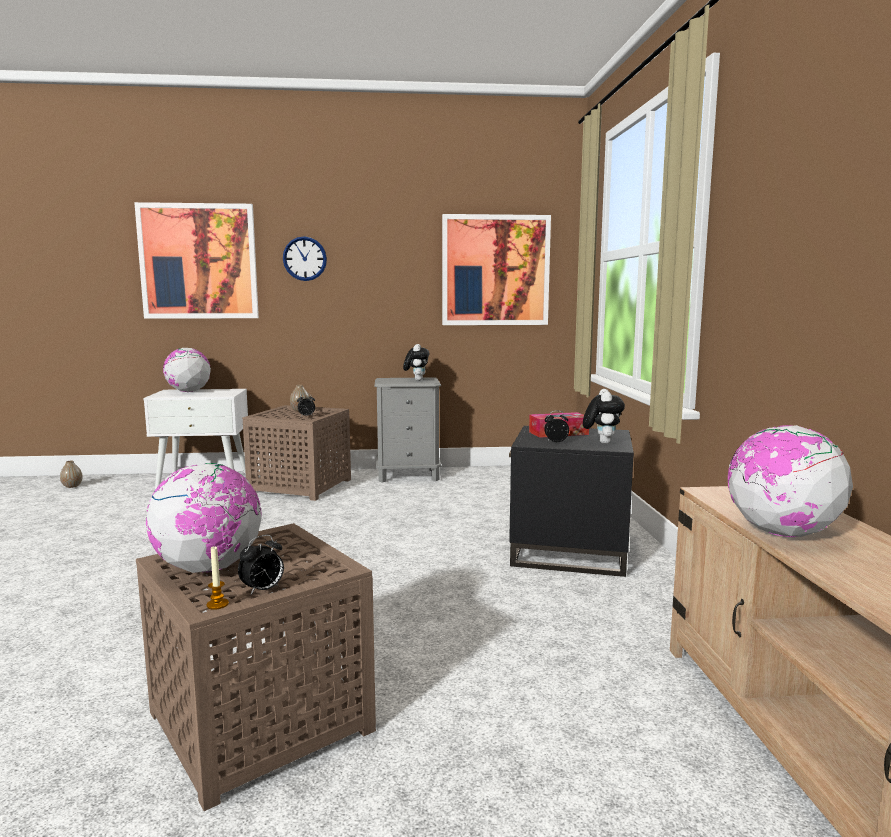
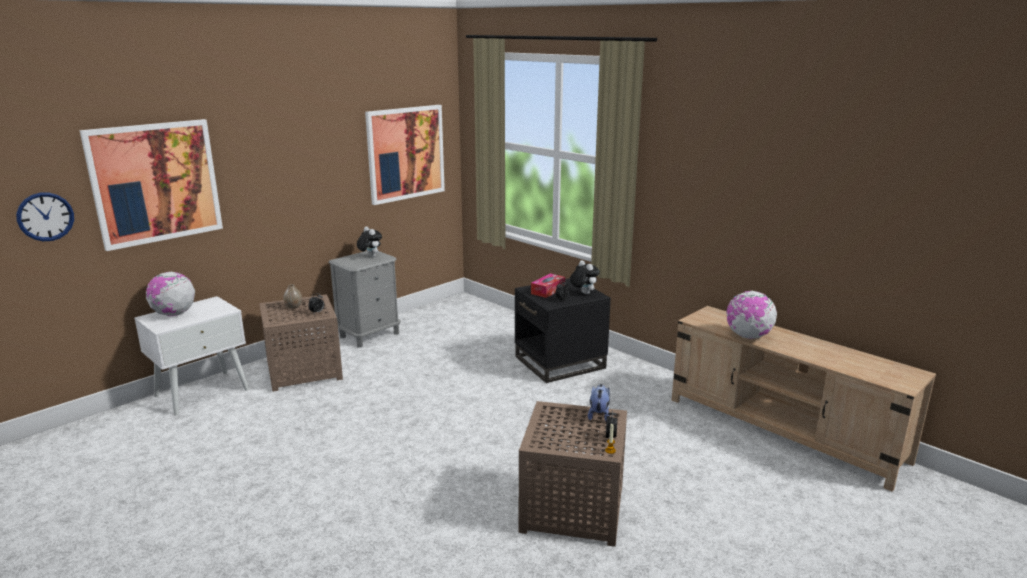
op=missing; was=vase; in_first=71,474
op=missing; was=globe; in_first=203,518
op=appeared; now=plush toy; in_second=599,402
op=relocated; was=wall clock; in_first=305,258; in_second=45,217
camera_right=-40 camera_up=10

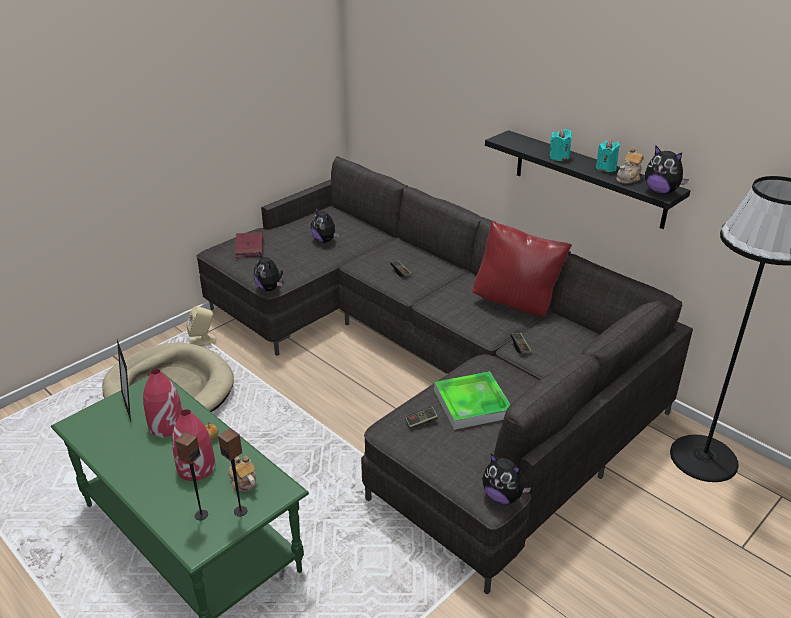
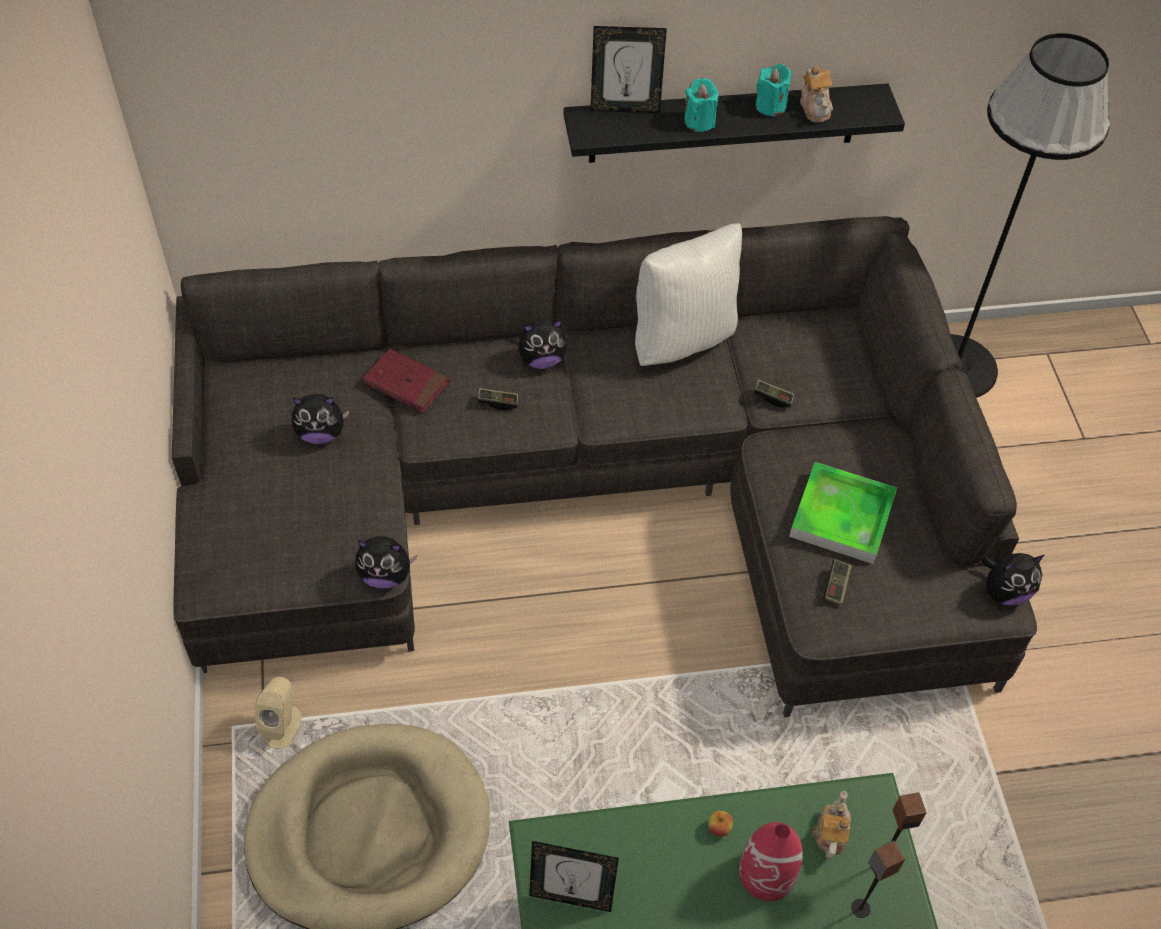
op=missing; was=red vase; in_first=163,403
op=appeared; now=picture frame; in_second=628,69
op=relocated; was=red book; in_first=249,245; in_second=406,381
op=relocated; was=plush toy; in_first=667,170; in_second=543,344
op=colour; was=red pillow; now=white pillow; in_first=522,269; in_second=688,294
op=spun; was=teapot; in_first=242,474; in_second=832,825; clockwise=105
camera_right=-55 camera_up=20

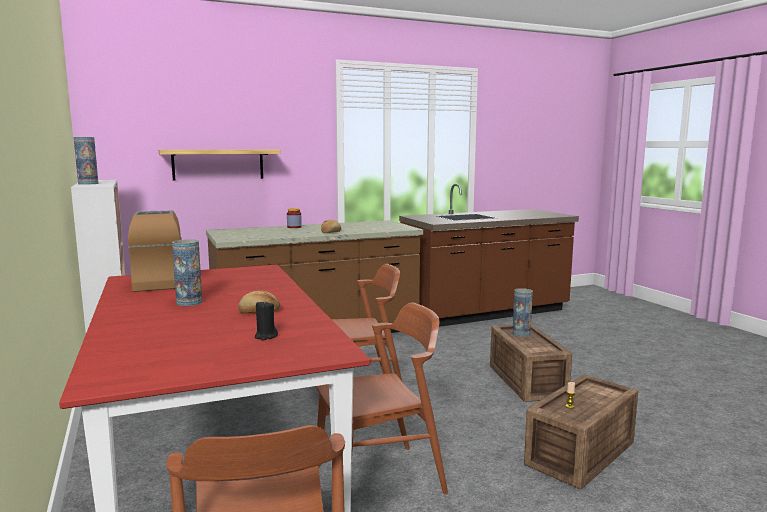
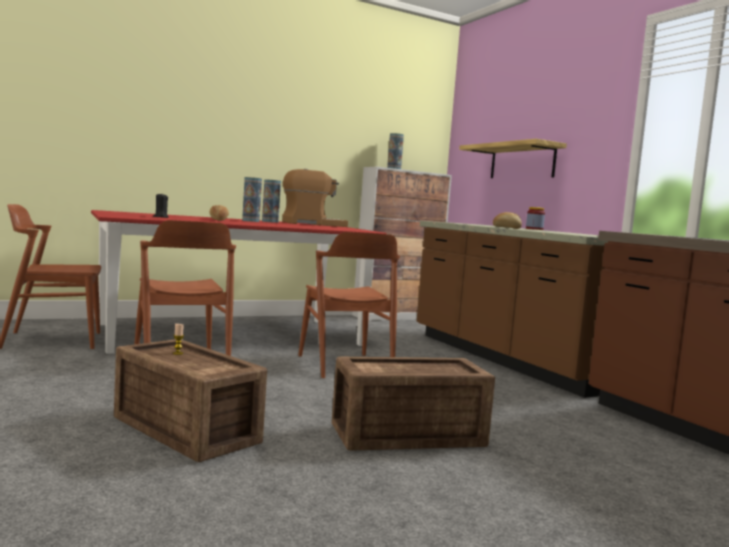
op=relocated; was=vase; in_first=522,312; in_second=271,201
camera_right=85 camera_up=-5

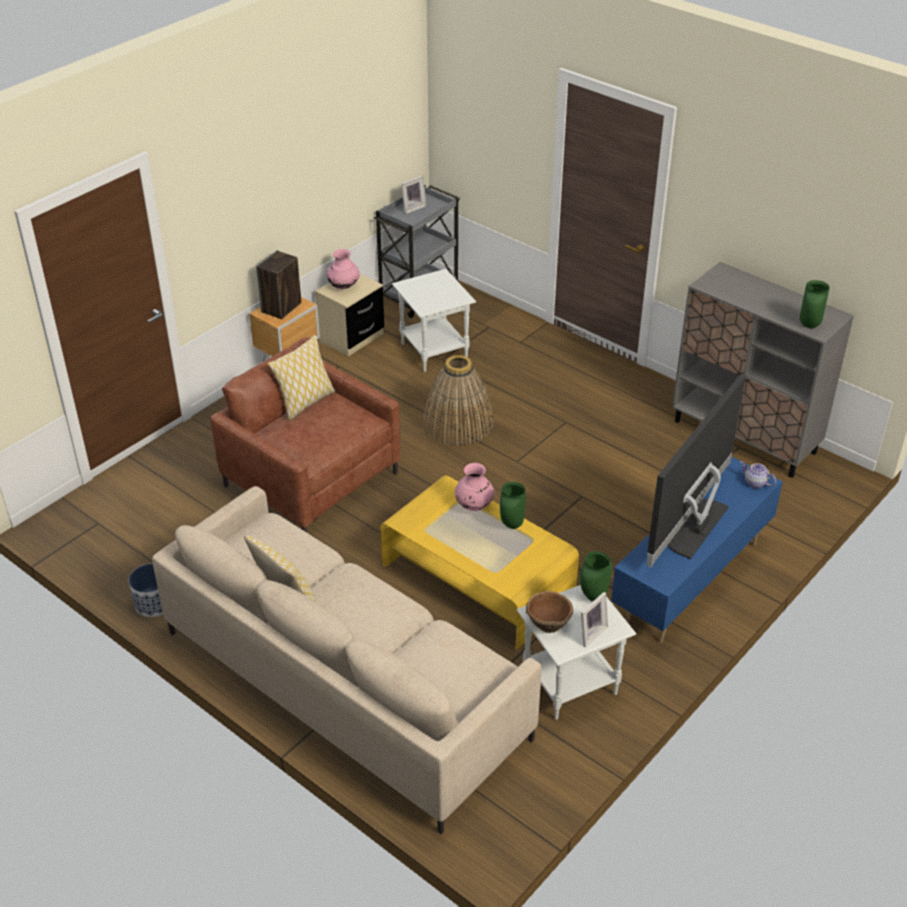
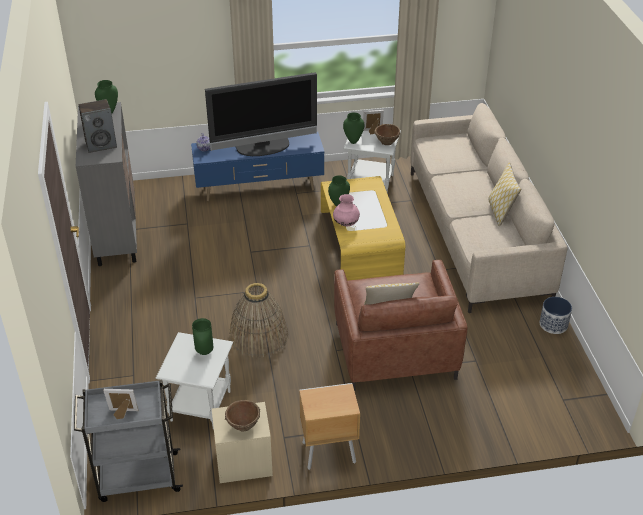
op=appeared; now=green vase; in_second=202,336
op=relocated; was=speaker; in_first=278,284; in_second=97,126
op=exchanged; was=pink vase; now=brown bowl; in_first=343,269; in_second=242,416
camera_right=-140 camera_up=0

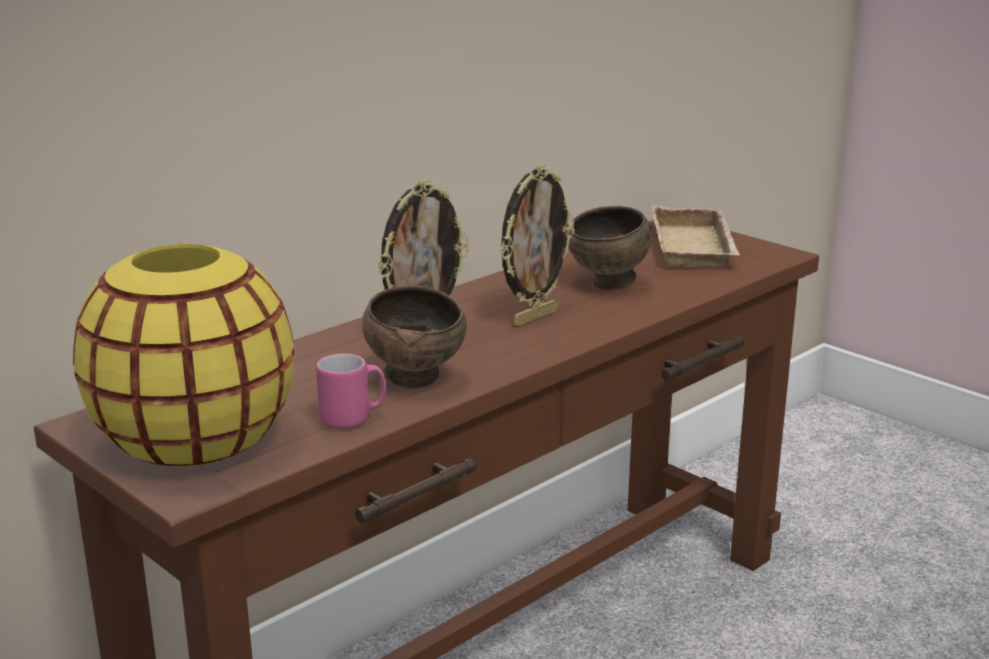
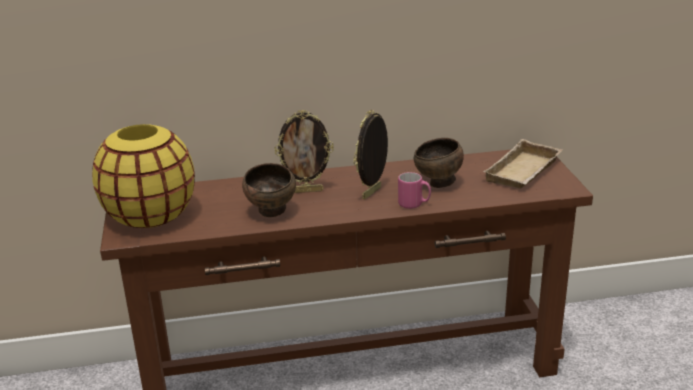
op=relocated; was=pink mug; in_first=351,391; in_second=414,190
op=spun; was=picture frame; in_first=537,245; in_second=370,155; clockwise=135
camera_right=35 camera_up=5

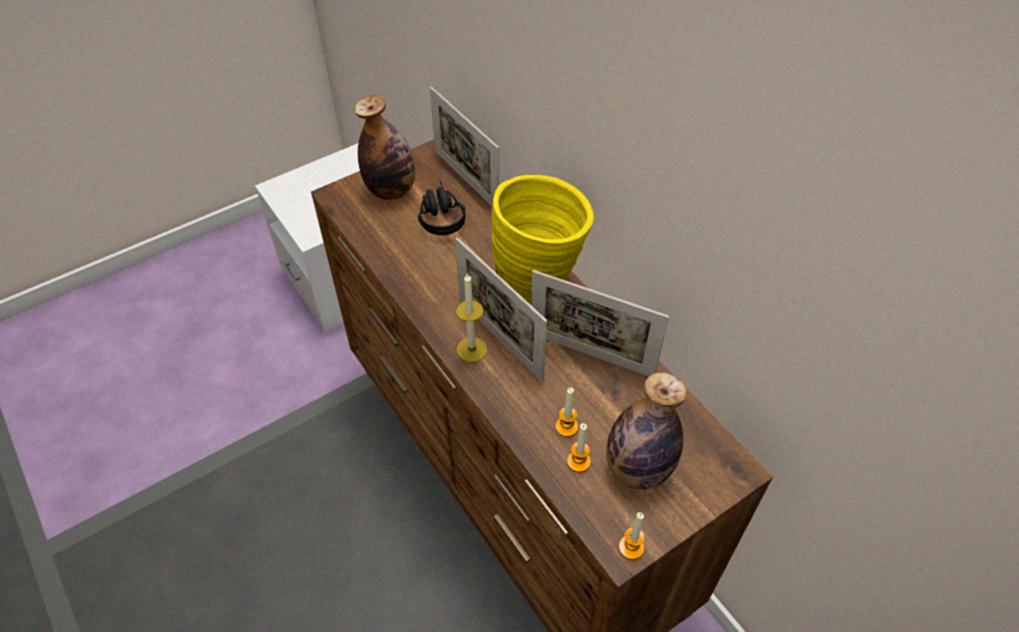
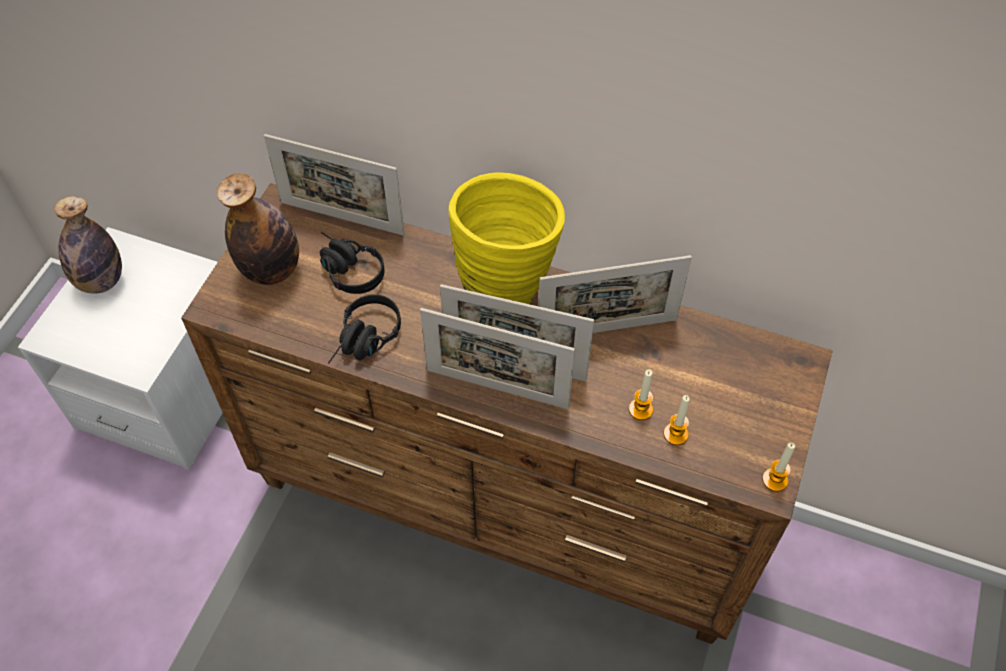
op=appeared; now=black headphones; in_second=364,329
op=relocated; was=bottle; in_first=646,431; in_second=88,245
op=exchanged; was=candle; now=picture frame; in_first=471,317; in_second=497,358
camera_right=-35 camera_up=5

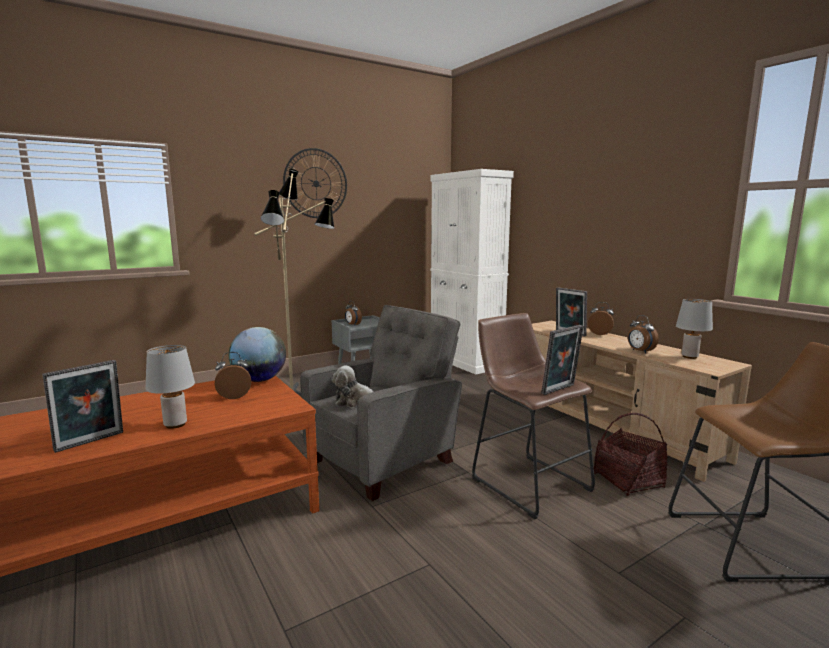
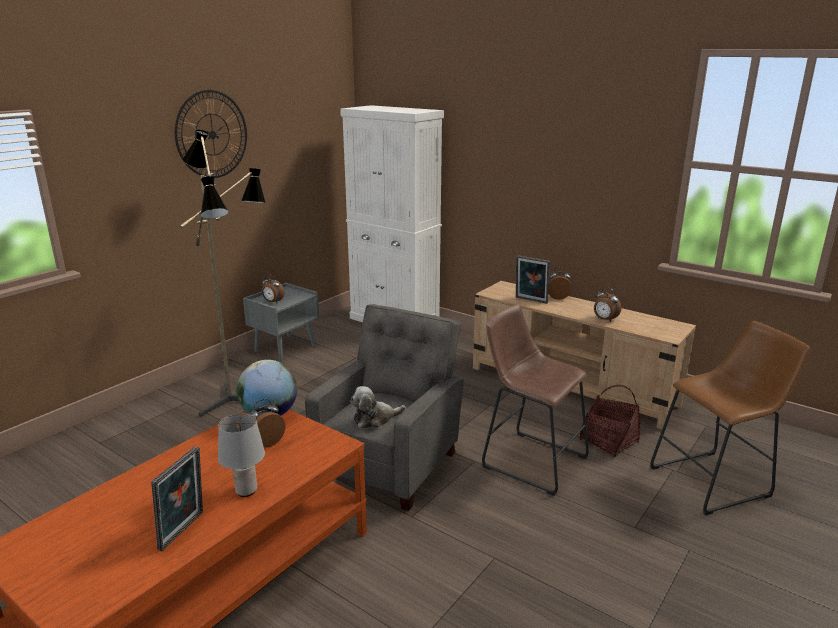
op=missing; was=picture frame; in_first=562,360
op=missing; was=grey table lamp; in_first=694,329
camera_right=-20 camera_up=10

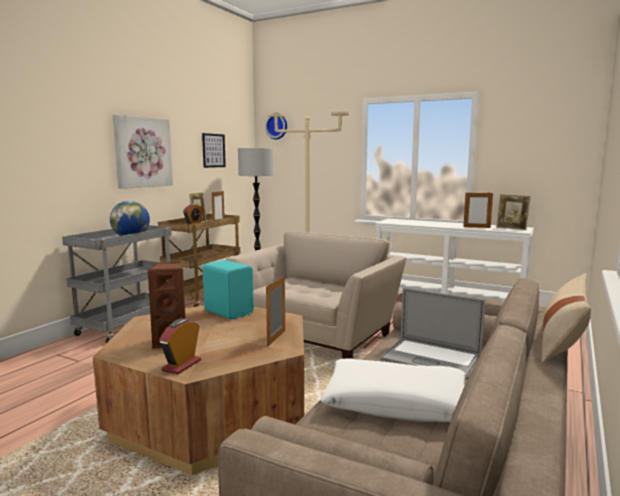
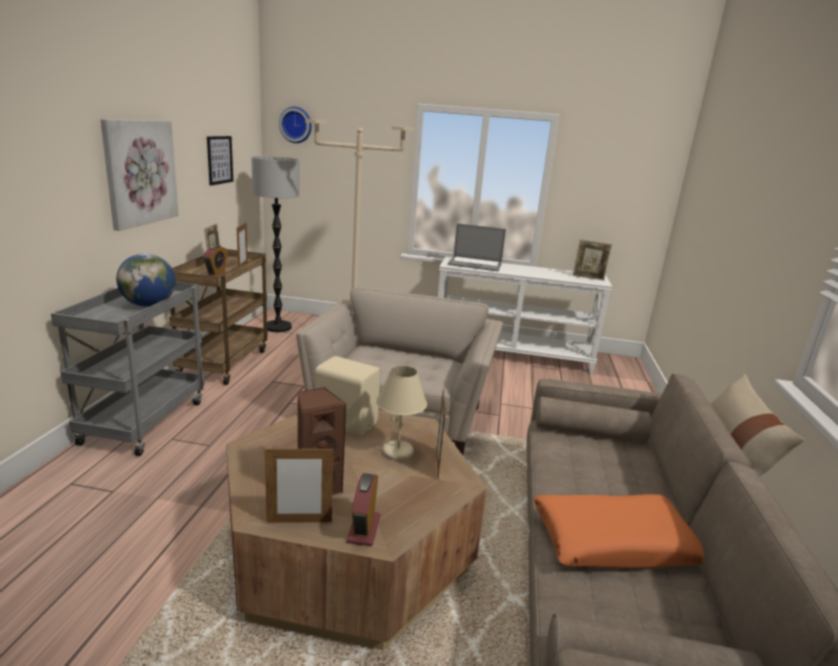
op=appeared; now=beige table lamp; in_second=401,413
op=relocated; was=laptop; in_first=432,334; in_second=477,247
op=relocated; was=picture frame; in_first=478,210; in_second=299,484
op=colour; was=turquoise speaker; now=beige speaker; in_first=228,290; in_second=348,396
op=colour; was=white pillow; now=orange pillow; in_first=393,390; in_second=619,531
camera_right=-20 camera_up=10

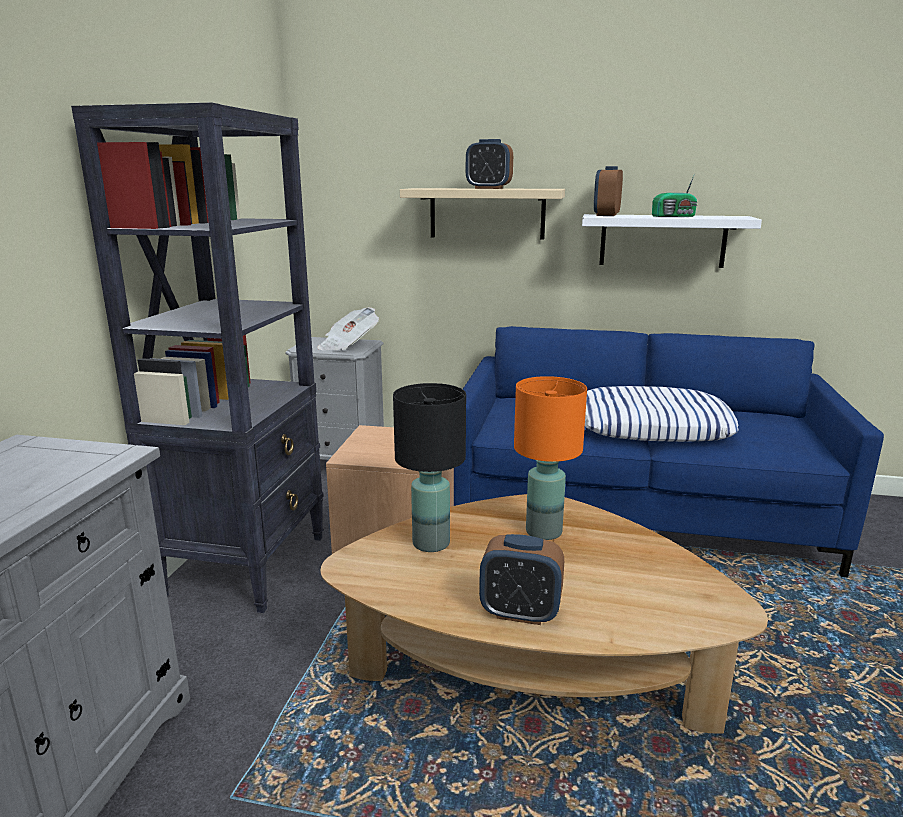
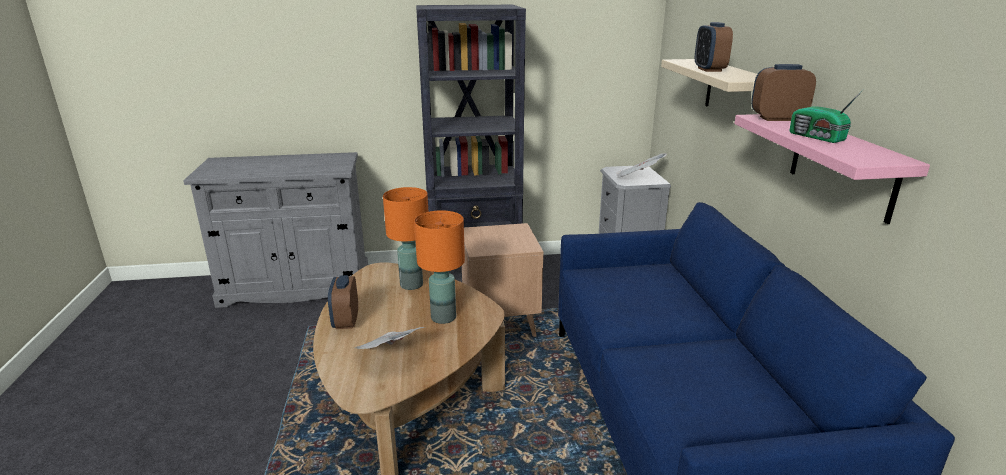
op=missing; was=pillow; in_first=662,414
op=appeared; now=newspaper; in_second=389,338
op=colour; was=black table lamp; now=orange table lamp; in_first=429,467; in_second=405,238
op=colour; was=white shelf; now=pink shelf; in_first=672,241; in_second=832,169
camera_right=70 camera_up=5

